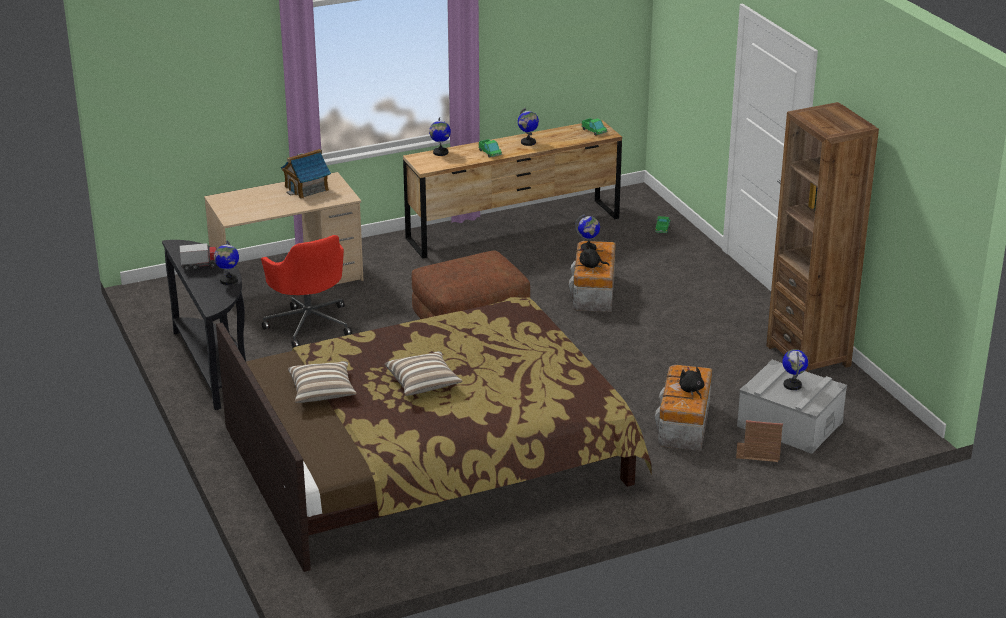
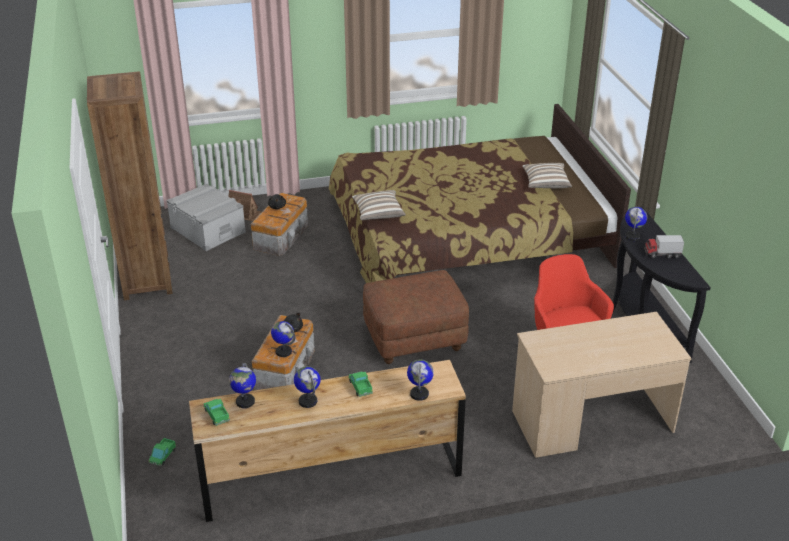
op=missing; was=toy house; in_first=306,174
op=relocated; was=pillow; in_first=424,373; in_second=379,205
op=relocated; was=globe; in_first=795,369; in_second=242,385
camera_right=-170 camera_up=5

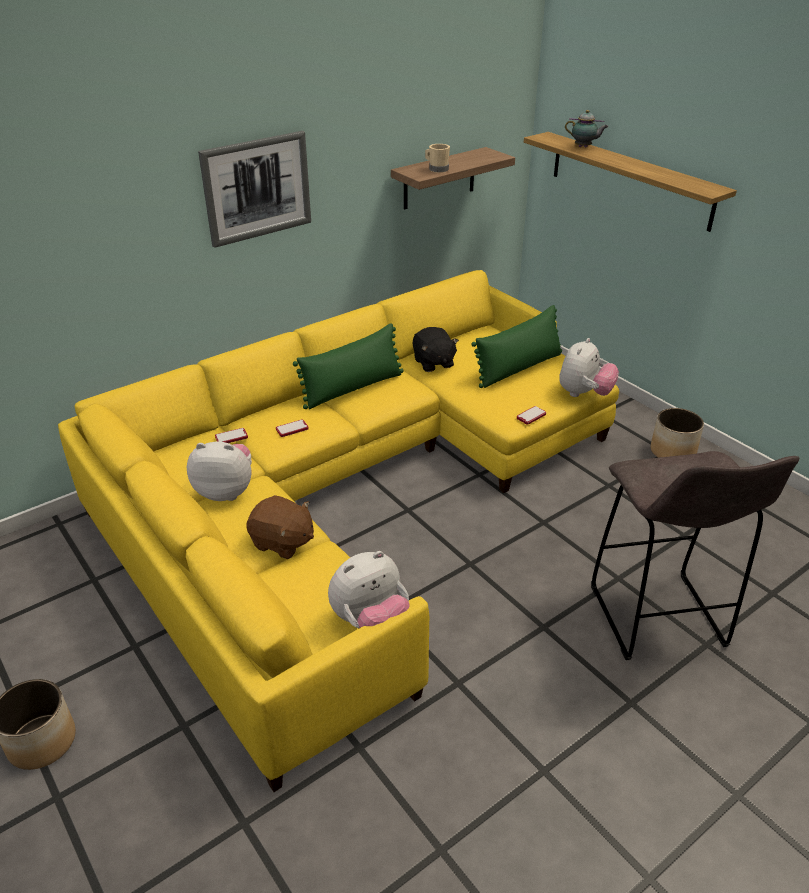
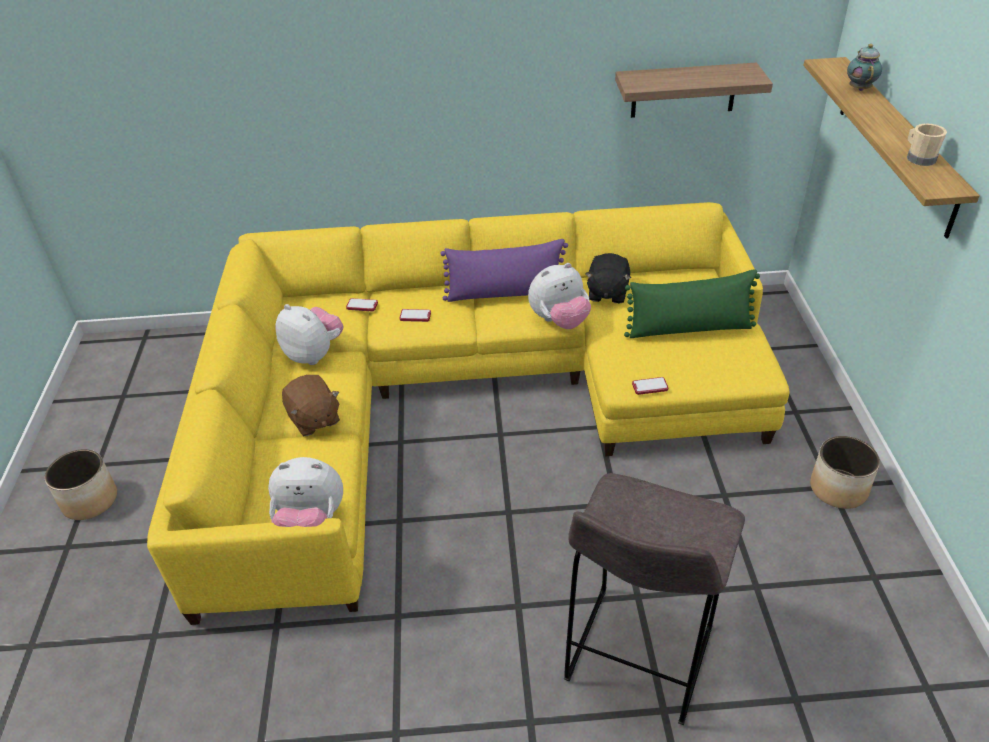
op=missing; was=picture; in_first=254,189
op=relocated; was=beige mug; in_first=437,158; in_second=927,145
op=relocated; was=plush toy; in_first=589,367; in_second=559,296
op=colour; was=green pillow; now=purple pillow; in_first=348,366; in_second=504,270
op=spun; was=teapot; in_first=586,129; in_second=864,67; clockwise=-135
camera_right=35 camera_up=5

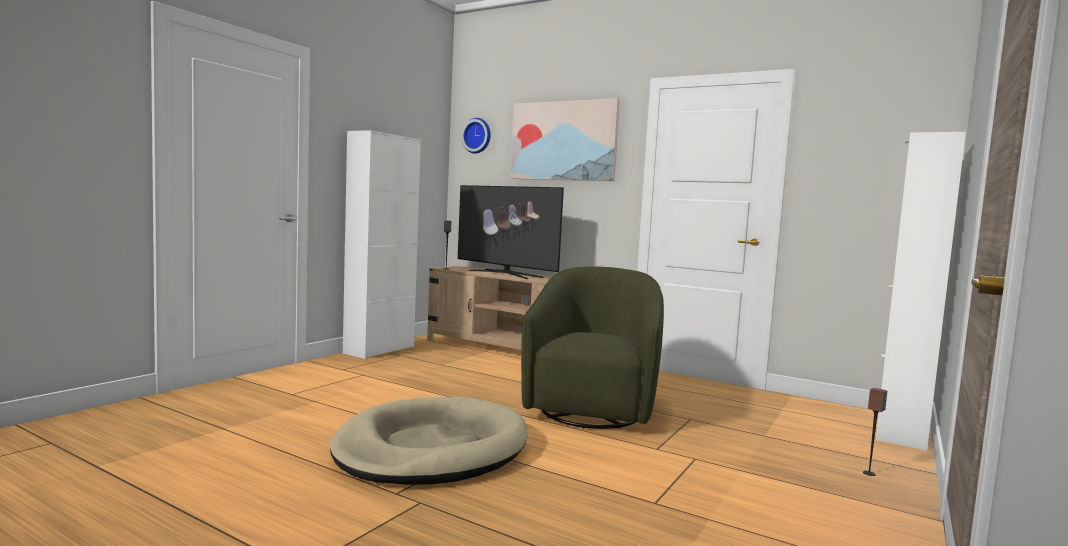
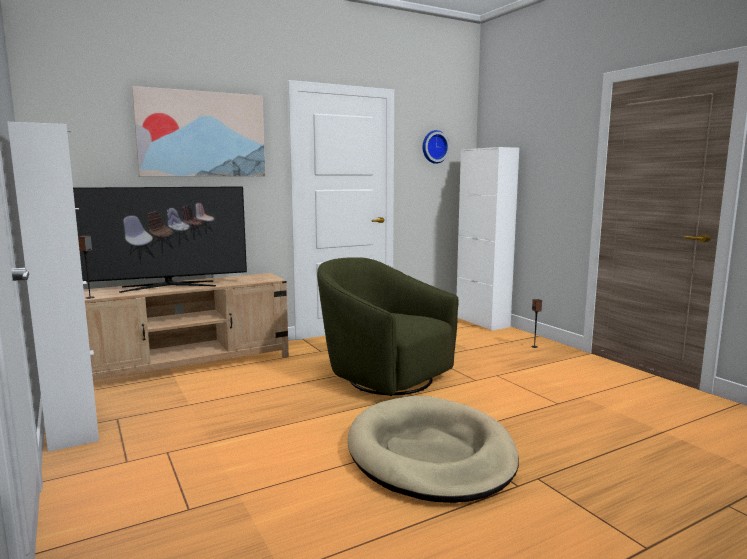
op=relocated; was=wall clock; in_first=476,136; in_second=436,147
camera_right=-60 camera_up=5

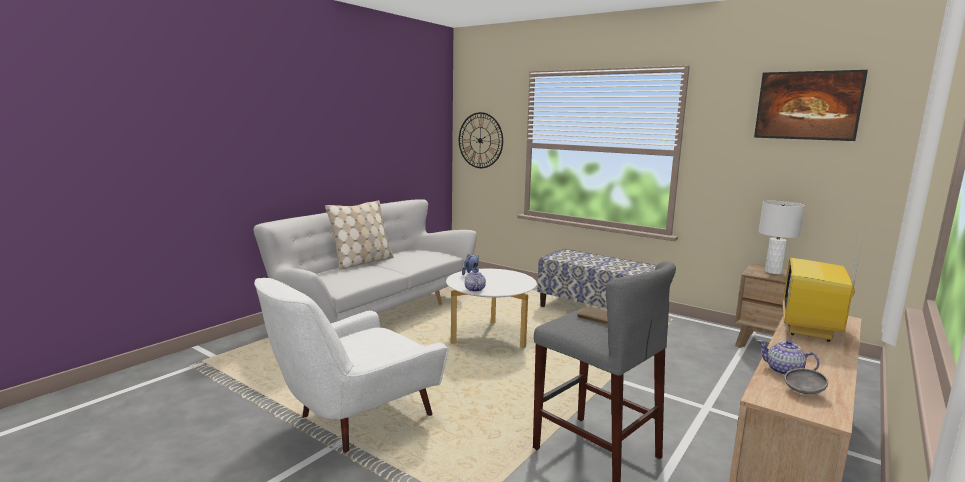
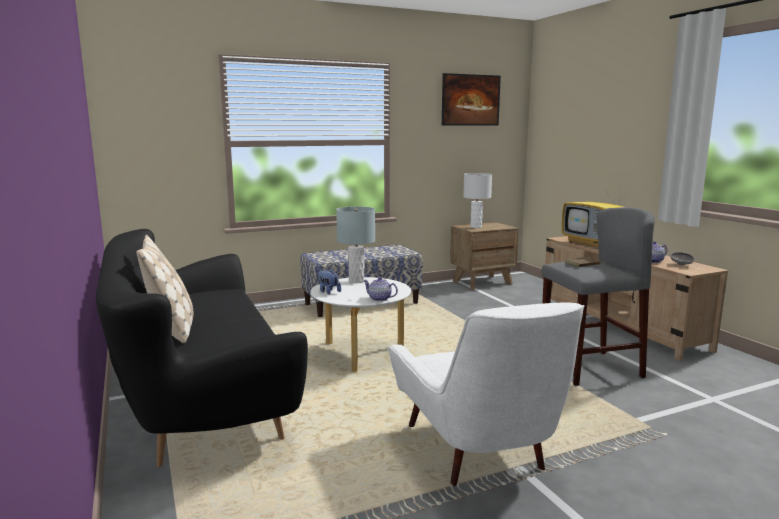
op=missing; was=wall clock; in_first=481,140
op=appeared; now=grey table lamp; in_second=355,244
op=colour; was=white sofa; now=black sofa; in_first=365,261; in_second=202,348
camera_right=-60 camera_up=0

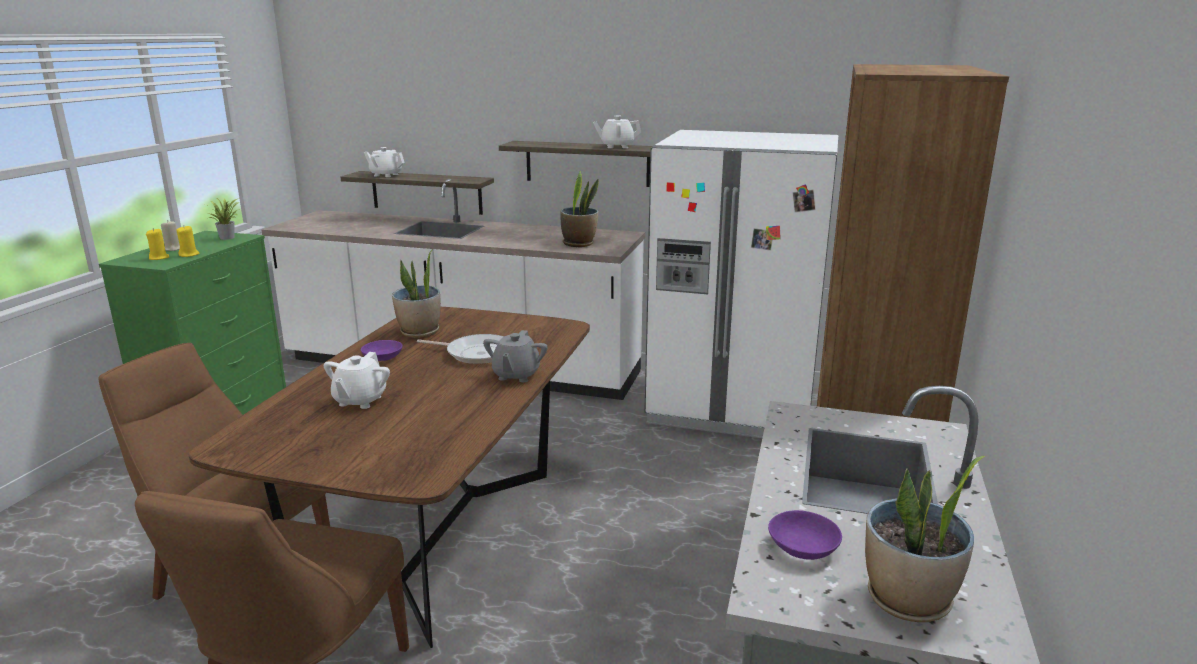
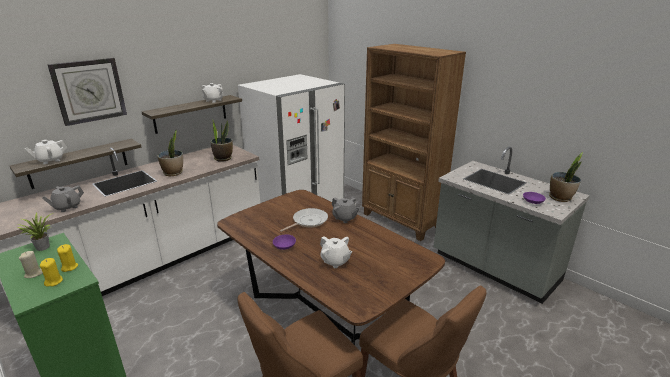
op=appeared; now=grey teapot; in_second=63,198
op=appeared; now=wall clock; in_second=87,92
op=relocated; was=potted plant; in_first=416,293; in_second=170,153
camera_right=-60 camera_up=5

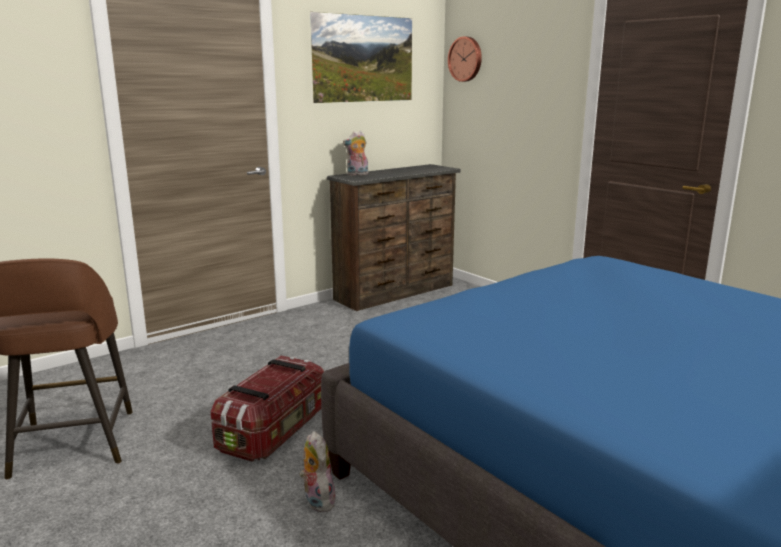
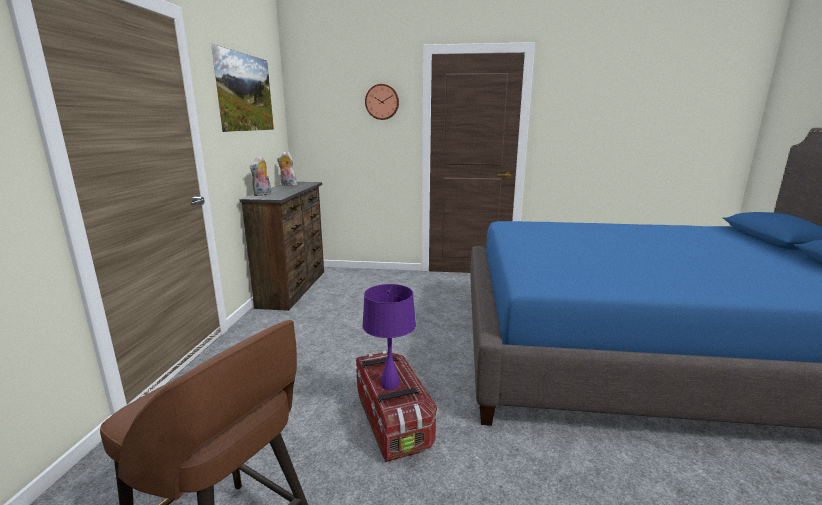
op=appeared; now=purple table lamp; in_second=389,337
op=relocated; was=plush toy; in_first=317,471; in_second=287,169
op=relocated; was=wall clock; in_first=465,59; in_second=382,102
camera_right=-45 camera_up=0

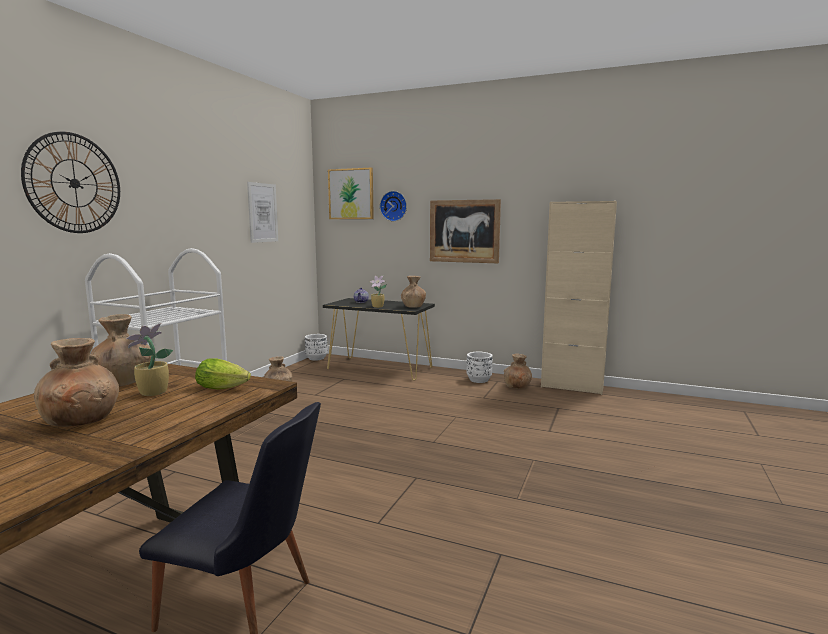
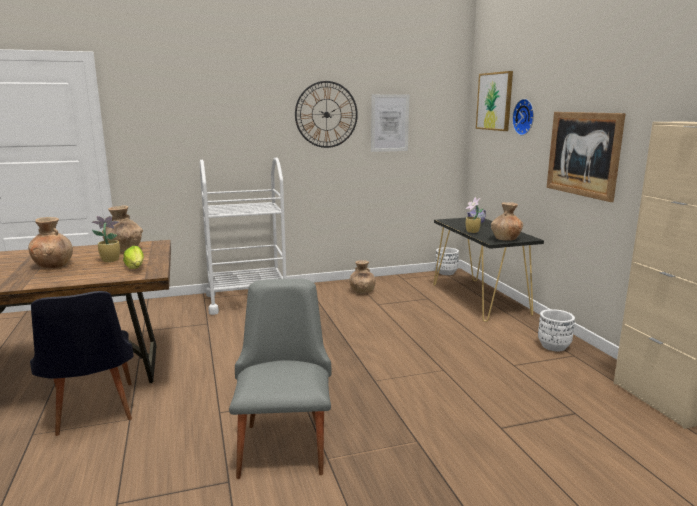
op=missing; was=brown vase; in_first=518,371
op=appeared; now=grey chair; in_second=280,379
op=relocated; was=wall clock; in_first=70,182; in_second=326,114
camera_right=50 camera_up=5

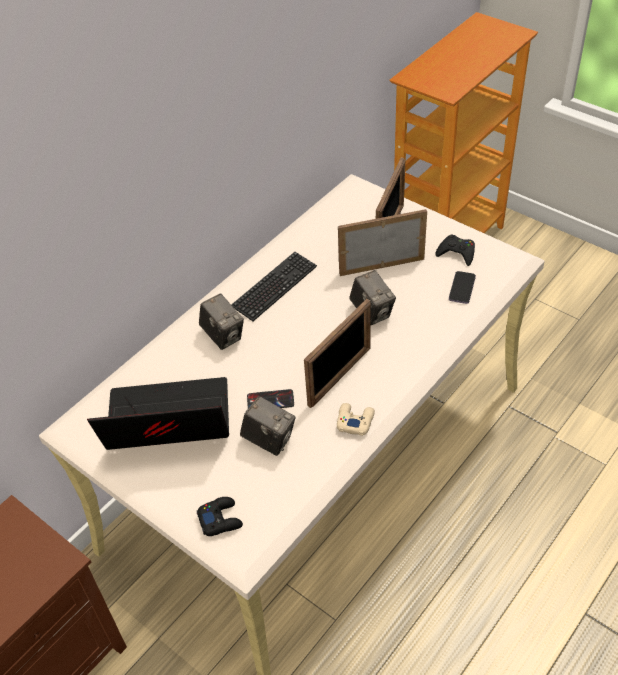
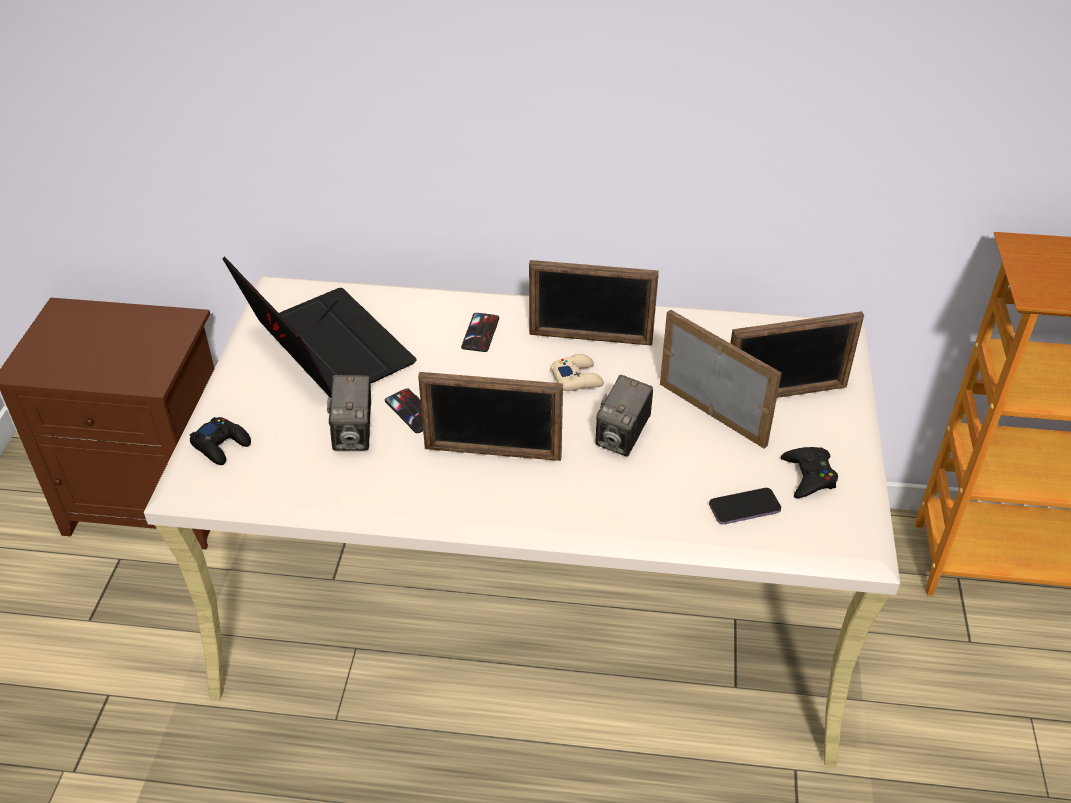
op=relocated; was=beige game controller; in_first=356,419; in_second=577,372
op=exchanged; was=photo camera; now=phone; in_first=221,322; in_second=480,332
op=exchanged; was=keyboard; now=picture frame; in_first=274,286; in_second=594,303
camera_right=55 camera_up=-5

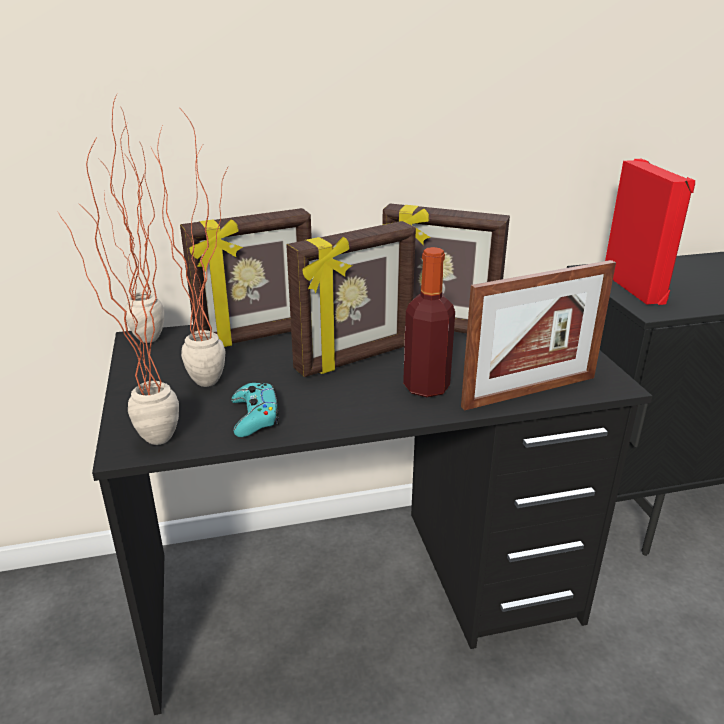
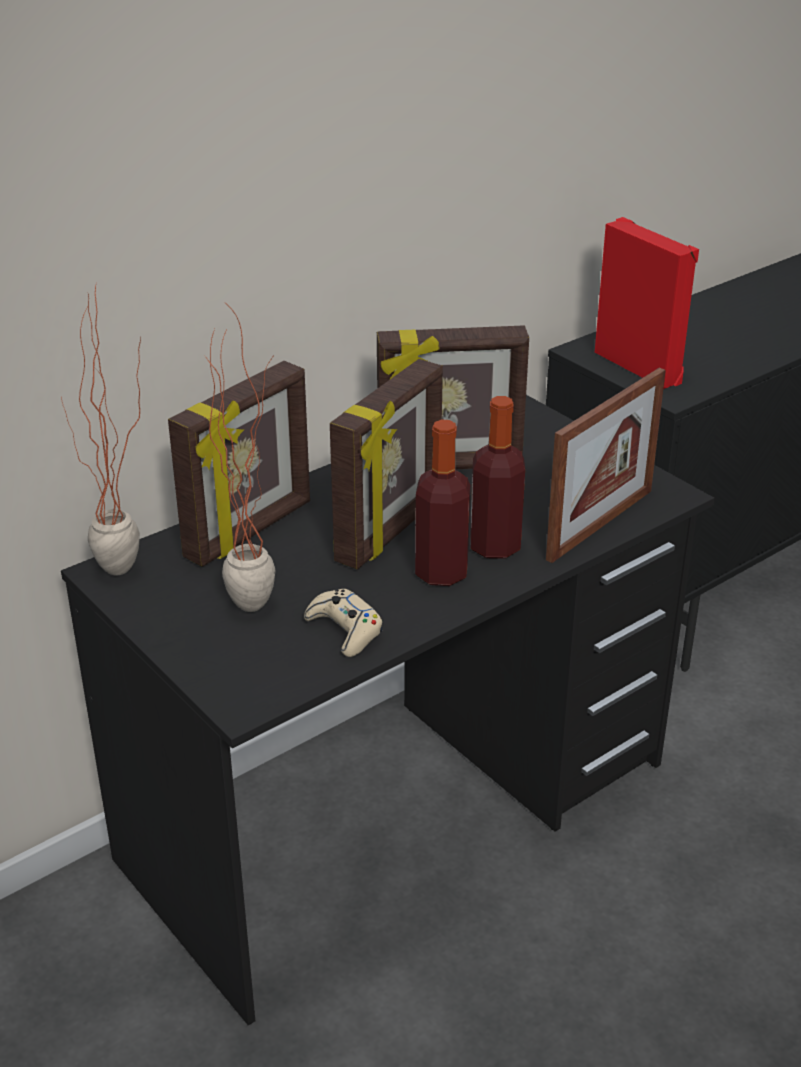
op=missing; was=potted plant; in_first=118,290
op=appeared; now=bottle; in_second=442,503
op=colour; was=turquoise game controller; now=beige game controller; in_first=255,410; in_second=343,623
camera_right=-25 camera_up=5

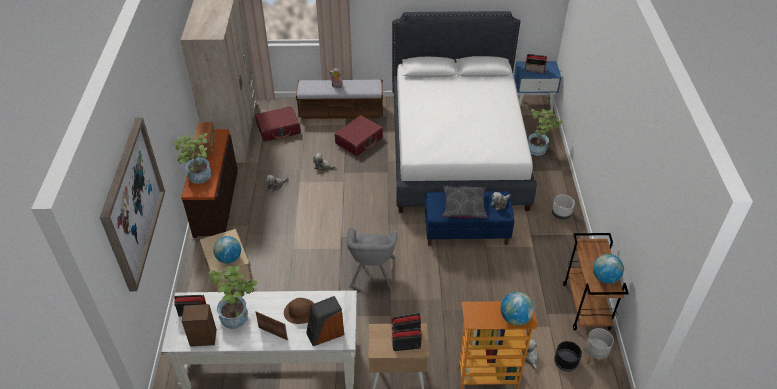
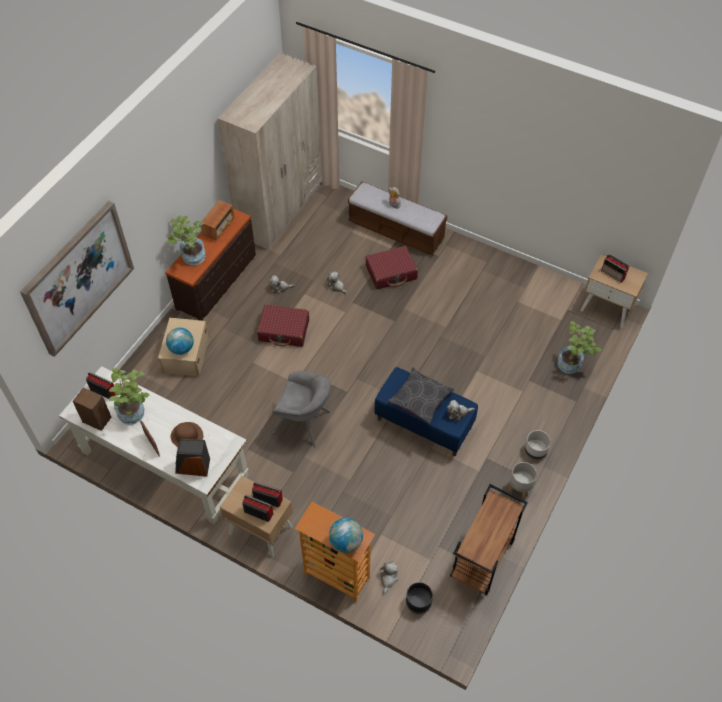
op=missing; was=white bed; in_first=464,112
op=missing; was=globe; in_first=608,269
op=relocated; was=red suitcase; in_first=278,124; in_second=283,325
op=relocated; was=grey planter; in_first=599,346; in_second=523,480
op=colour; was=blue nightstand; now=beige nightstand; in_first=537,87; in_second=614,291
op=spun; was=grey armchair; in_first=372,259; in_second=301,409; clockwise=-105
camera_right=30 camera_up=10

